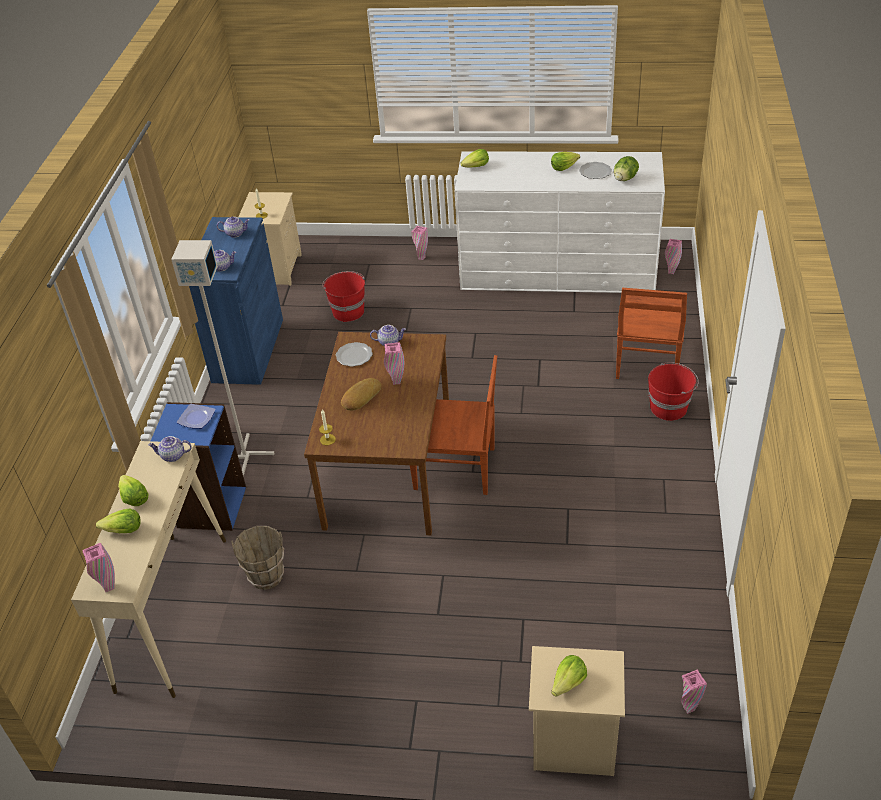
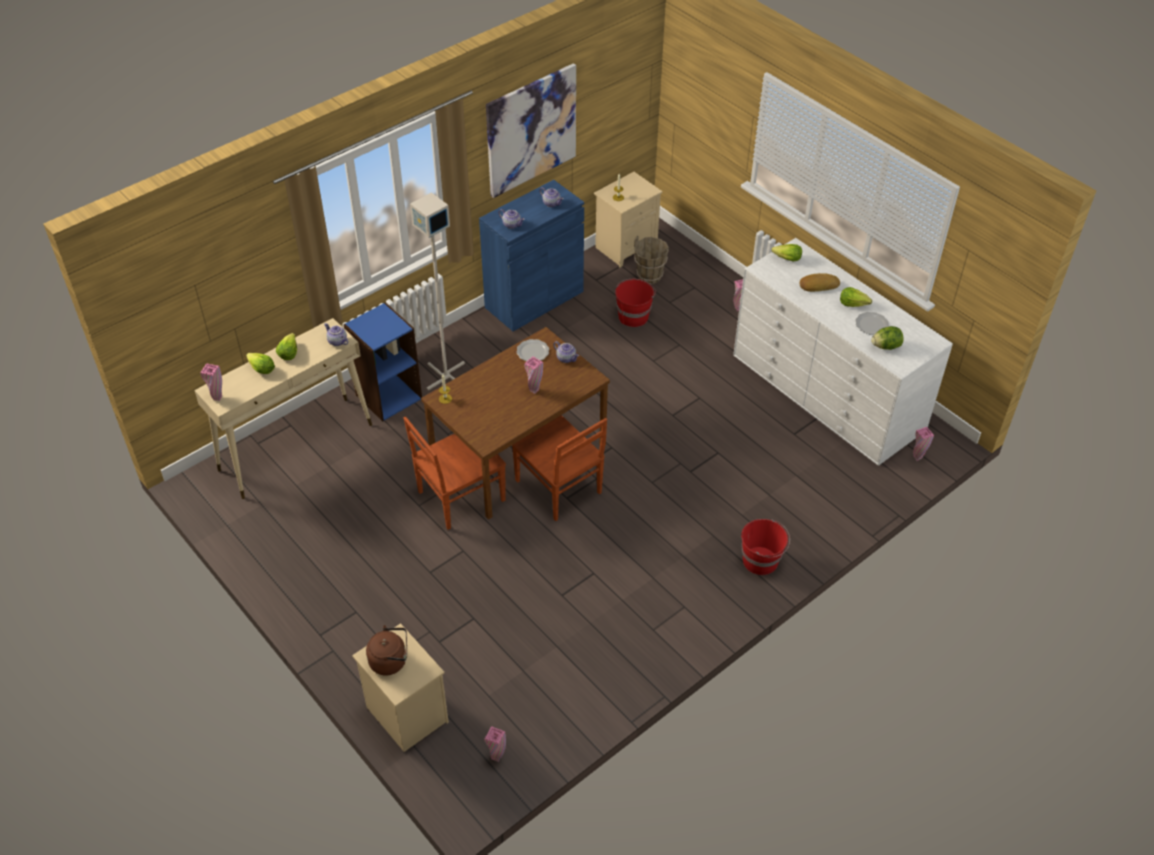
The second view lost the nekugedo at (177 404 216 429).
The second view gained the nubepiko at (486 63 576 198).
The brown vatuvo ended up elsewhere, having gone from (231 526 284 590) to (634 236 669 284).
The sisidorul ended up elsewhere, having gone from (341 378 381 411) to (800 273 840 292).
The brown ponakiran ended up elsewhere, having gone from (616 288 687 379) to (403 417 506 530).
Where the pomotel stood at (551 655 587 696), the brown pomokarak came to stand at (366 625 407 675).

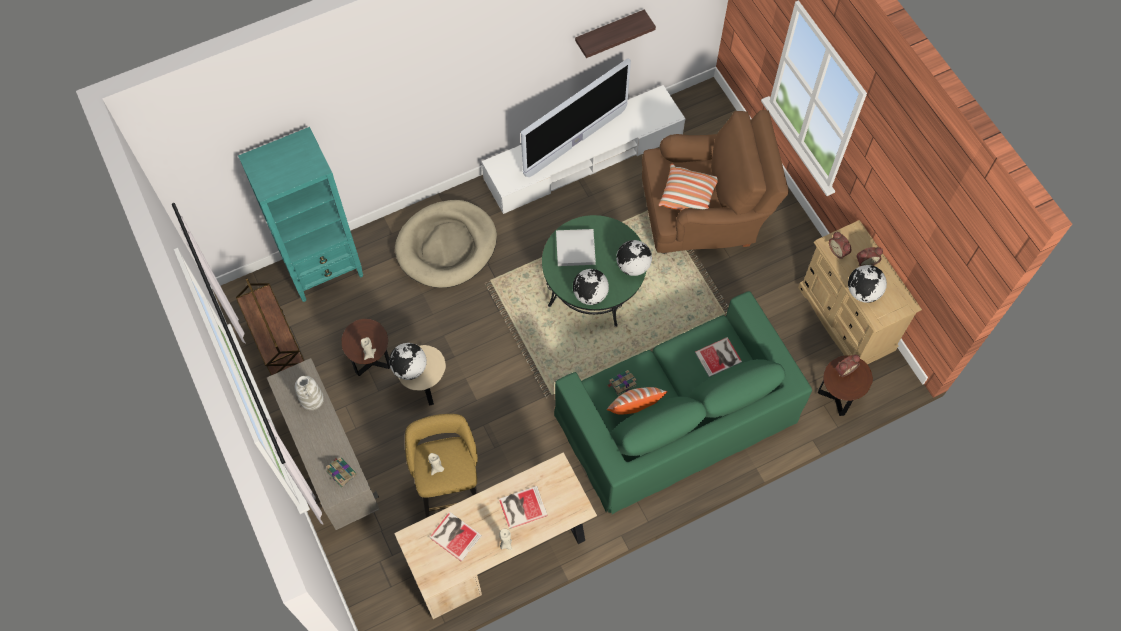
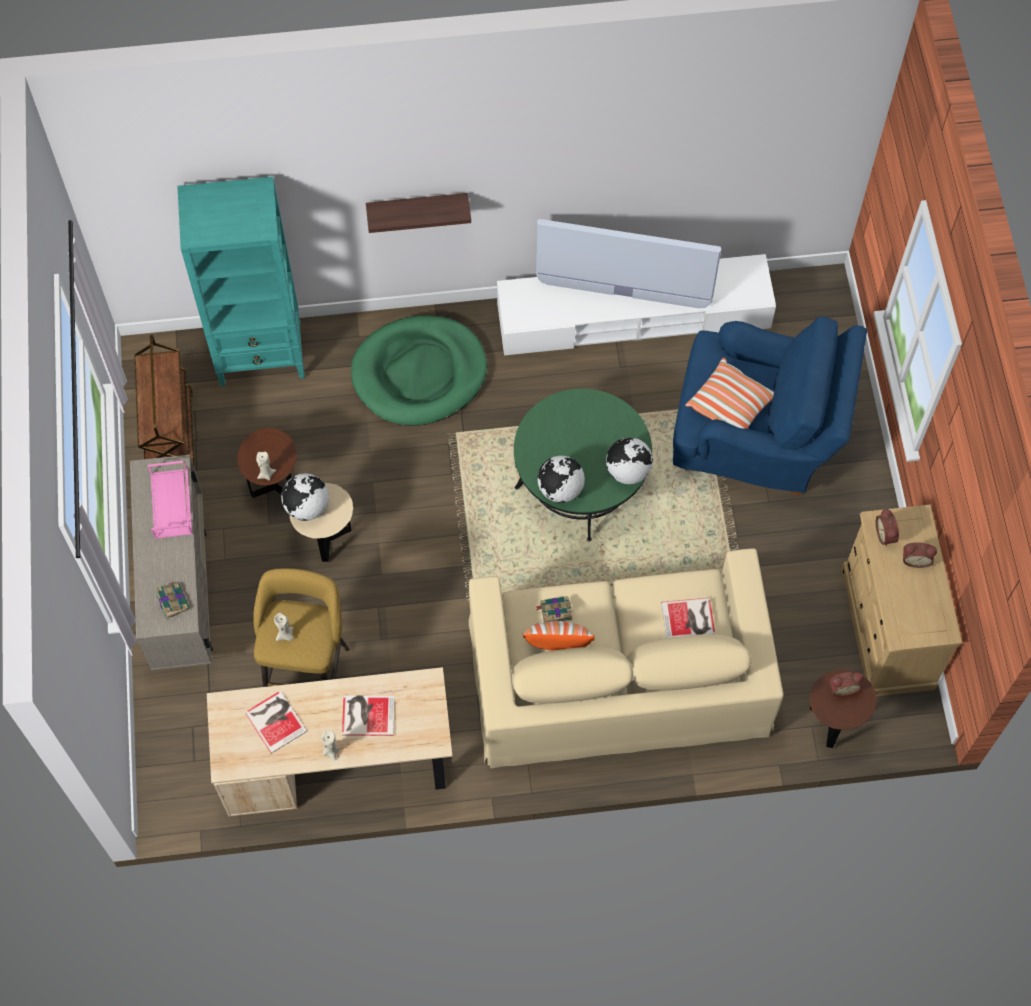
The second view lost the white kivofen at (556 229 596 266).
The second view lost the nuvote at (848 265 887 303).
The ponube ended up elsewhere, having gone from (575 10 656 58) to (366 193 471 233).
Where the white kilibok stood at (295 376 324 410), the pink kivofen came to stand at (147 460 192 539).
What was the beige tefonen at (395 200 497 288) turned into the green tefonen at (351 315 487 426).
What was the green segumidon at (554 291 812 514) turned into the beige segumidon at (469 548 784 768).
What was the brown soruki at (642 110 789 254) turned into the blue soruki at (673 316 867 495).
The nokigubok at (521 58 631 177) ended up facing another way, 150 degrees counterclockwise from before.

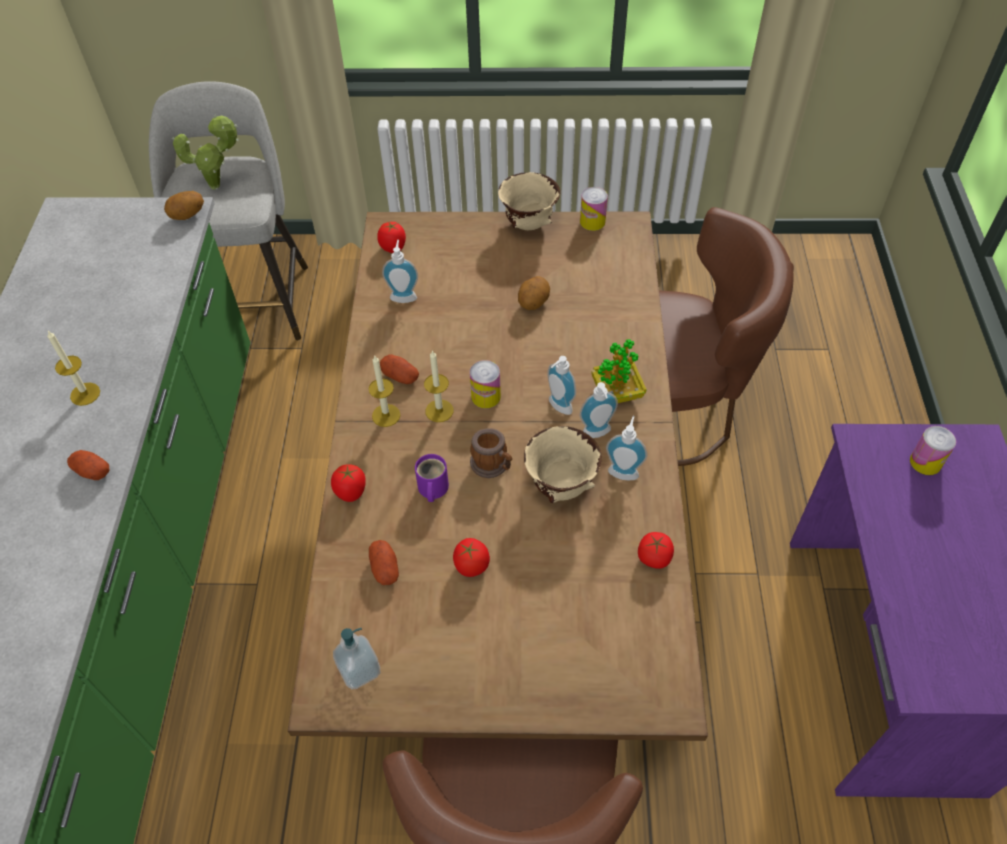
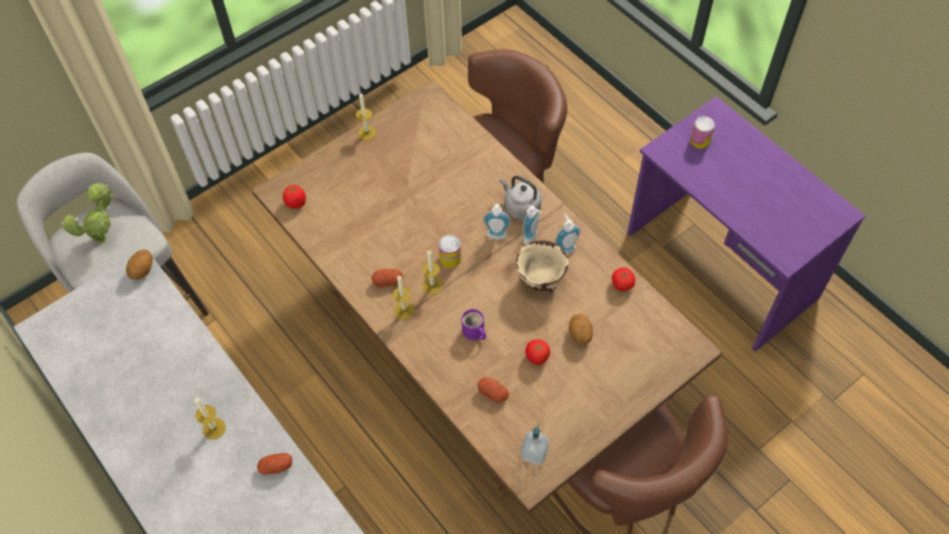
The second view lost the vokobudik at (331 464 366 502).
The second view lost the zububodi at (382 240 418 303).
The second view lost the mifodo at (470 428 512 478).
The second view lost the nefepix at (580 187 608 231).
The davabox ended up elsewhere, having gone from (518 276 550 310) to (569 314 593 345).
Where the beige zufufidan stood at (498 172 560 230), the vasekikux came to stand at (356 92 377 140).
Where the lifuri stood at (591 339 647 403), the grey pomokarak came to stand at (500 176 542 220).

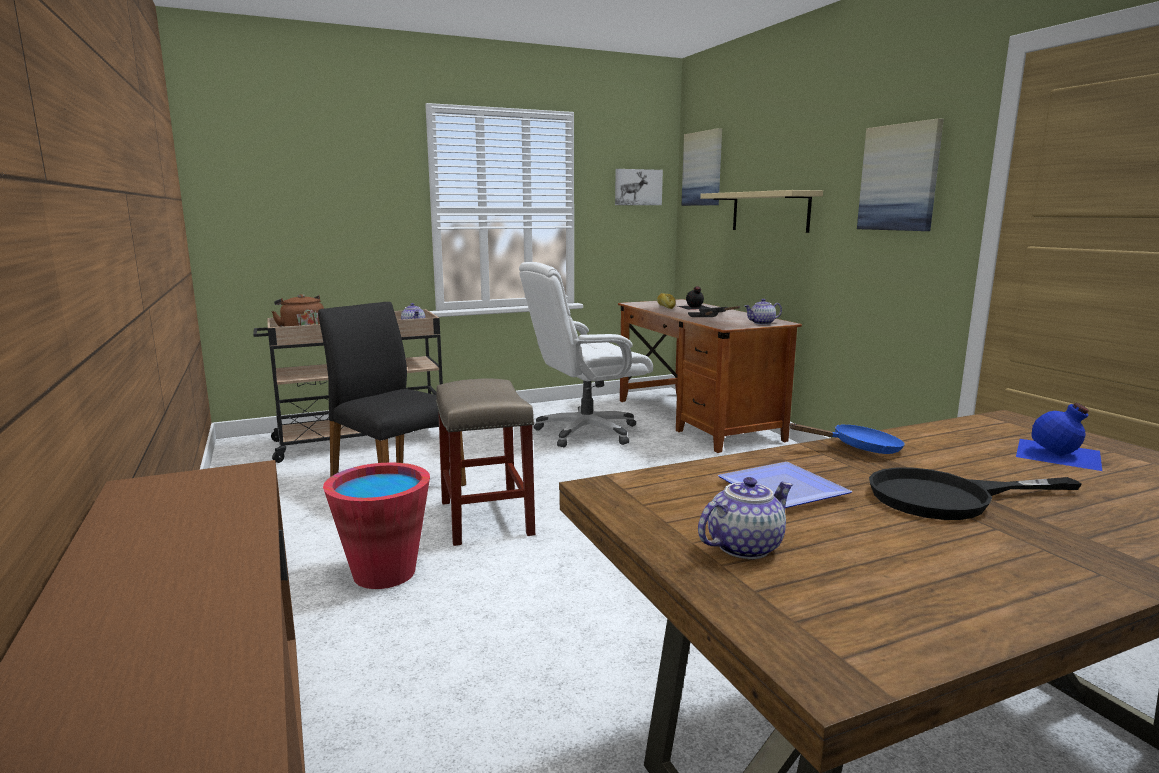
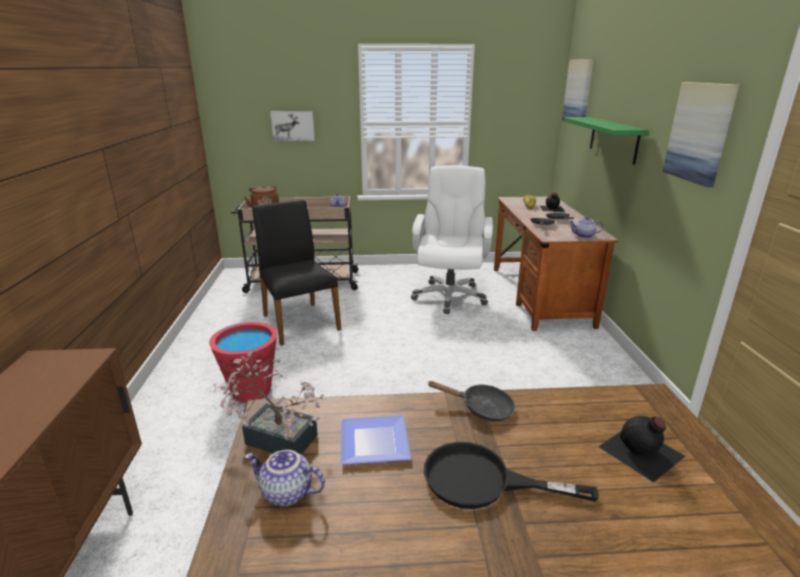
The second view lost the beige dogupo at (436 378 535 546).
The second view gained the lifuri at (213 349 328 455).
The nubepiko ended up elsewhere, having gone from (615 169 663 205) to (270 111 315 141).
What was the beige ponube at (700 190 823 233) turned into the green ponube at (564 117 649 165).
What was the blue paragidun at (789 423 905 454) turned into the black paragidun at (427 381 515 421).
What was the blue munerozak at (1016 403 1102 471) turned into the black munerozak at (598 416 685 483).
The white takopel at (519 262 653 447) ended up facing another way, 105 degrees clockwise from before.
The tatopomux at (698 477 793 559) ended up facing another way, 150 degrees counterclockwise from before.

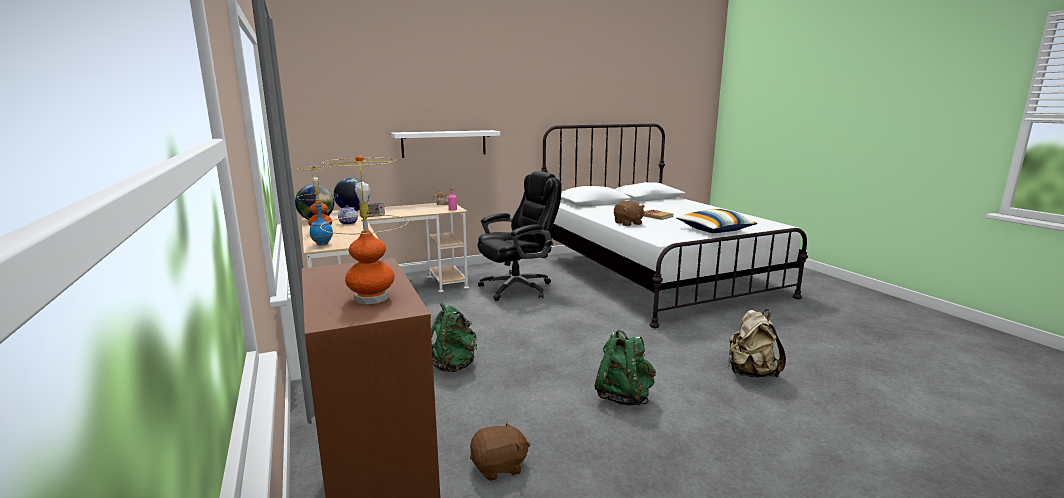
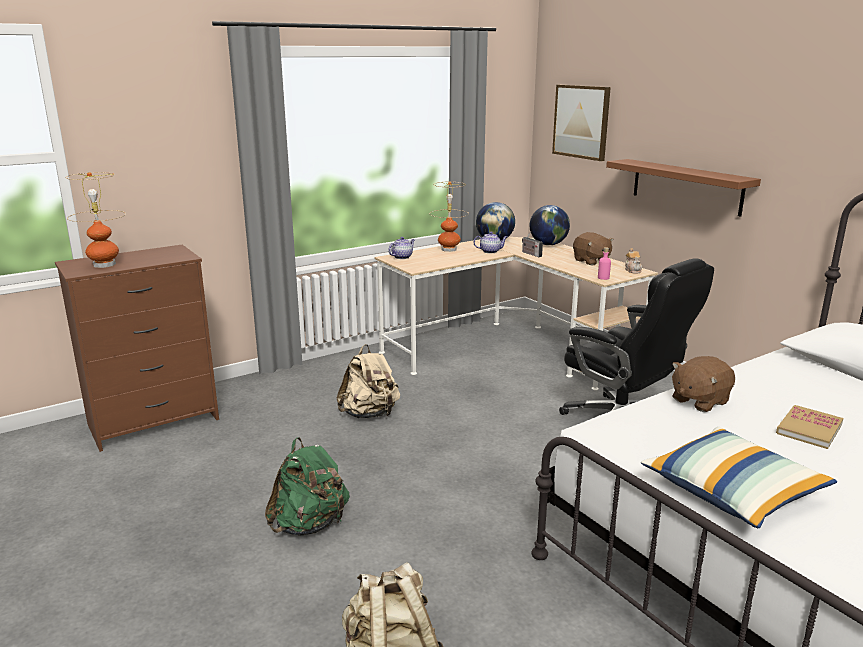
The second view gained the nubepiko at (552 85 611 161).
The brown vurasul ended up elsewhere, having gone from (470 421 530 481) to (573 232 614 266).
Where the blue munerozak stood at (310 201 333 246), the tatopomux came to stand at (388 237 415 259).
What was the white ponube at (391 130 500 158) turned into the brown ponube at (606 159 761 217).
What was the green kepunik at (431 303 477 372) turned into the beige kepunik at (337 344 400 418).

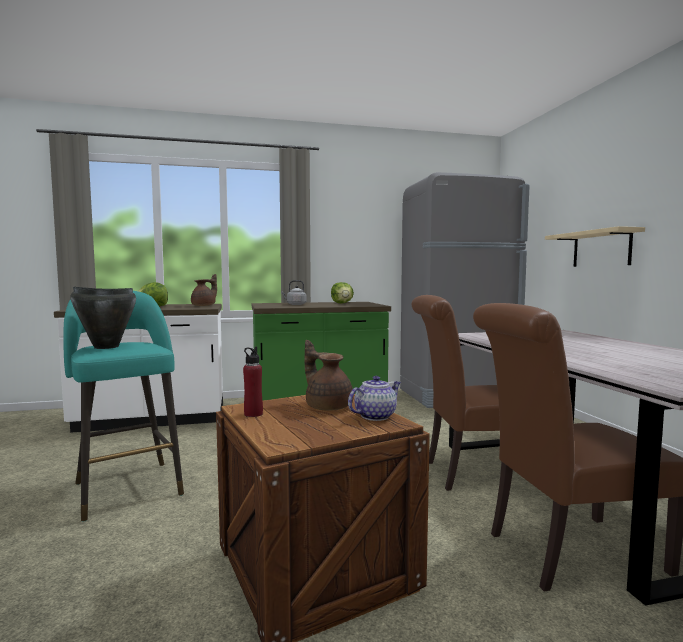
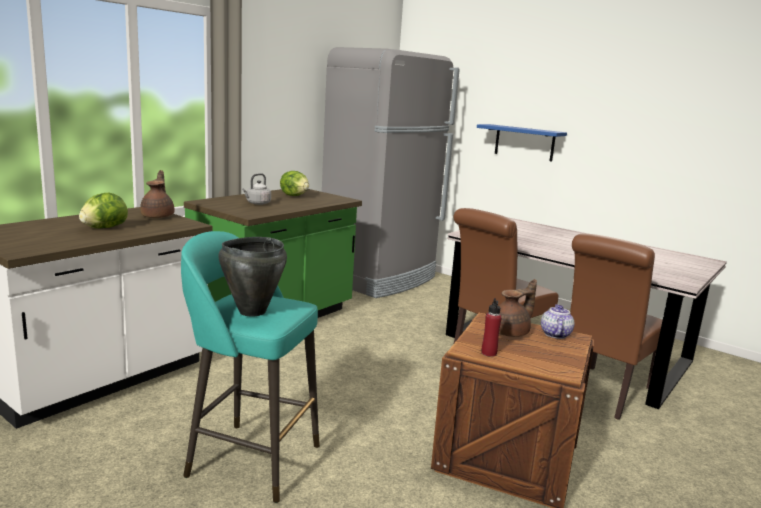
What was the beige ponube at (545 226 645 267) turned into the blue ponube at (477 124 567 161).
The brown tatopomux at (304 340 353 411) ended up facing another way, 135 degrees clockwise from before.

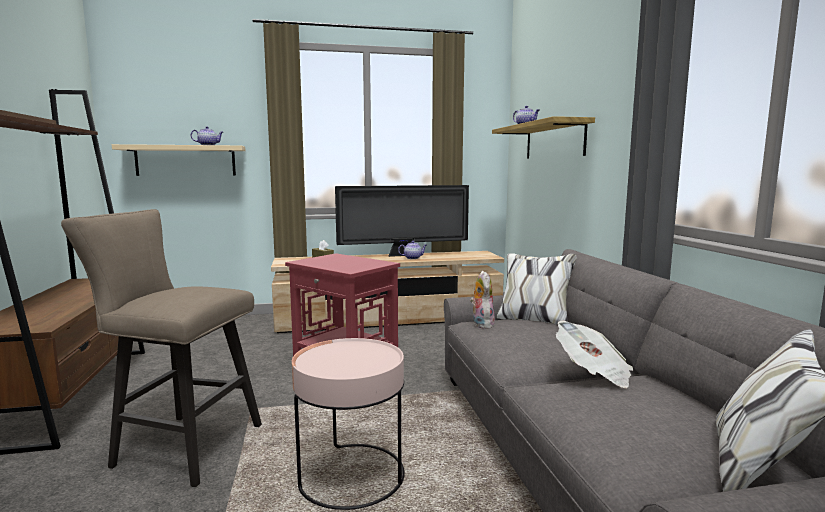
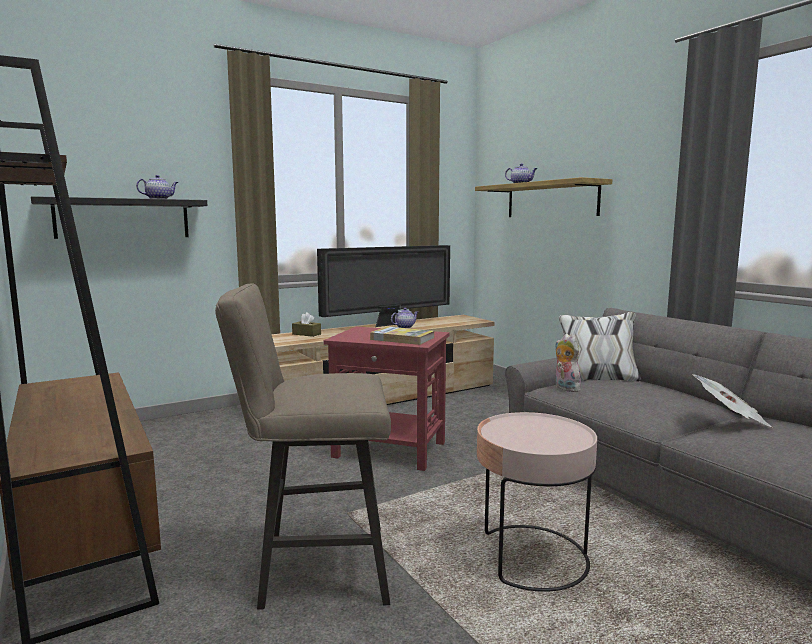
The second view gained the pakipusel at (370 327 434 345).
What was the beige ponube at (112 144 245 176) turned into the black ponube at (31 196 207 239).

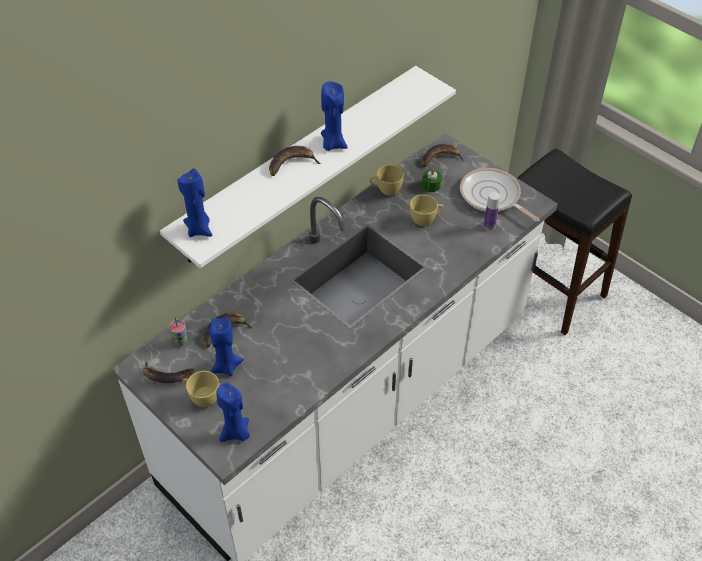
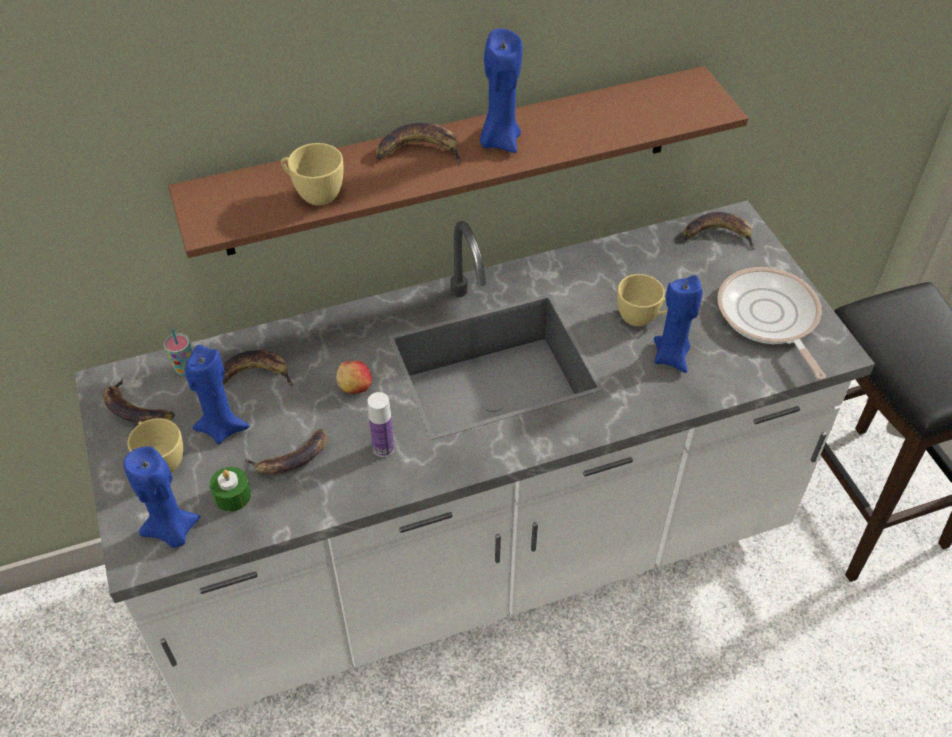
The second view gained the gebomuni at (244 428 327 474).
The second view gained the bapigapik at (336 361 372 394).
The blue vasekikux ended up elsewhere, having gone from (178 168 212 237) to (654 275 702 373).
The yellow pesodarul ended up elsewhere, having gone from (369 165 404 196) to (281 143 343 206).
The green vasekikux ended up elsewhere, having gone from (422 169 442 192) to (210 467 251 512).
The munerozak ended up elsewhere, having gone from (484 192 500 230) to (367 392 394 457).
What was the white ponube at (160 66 456 268) turned into the brown ponube at (168 66 748 258).

